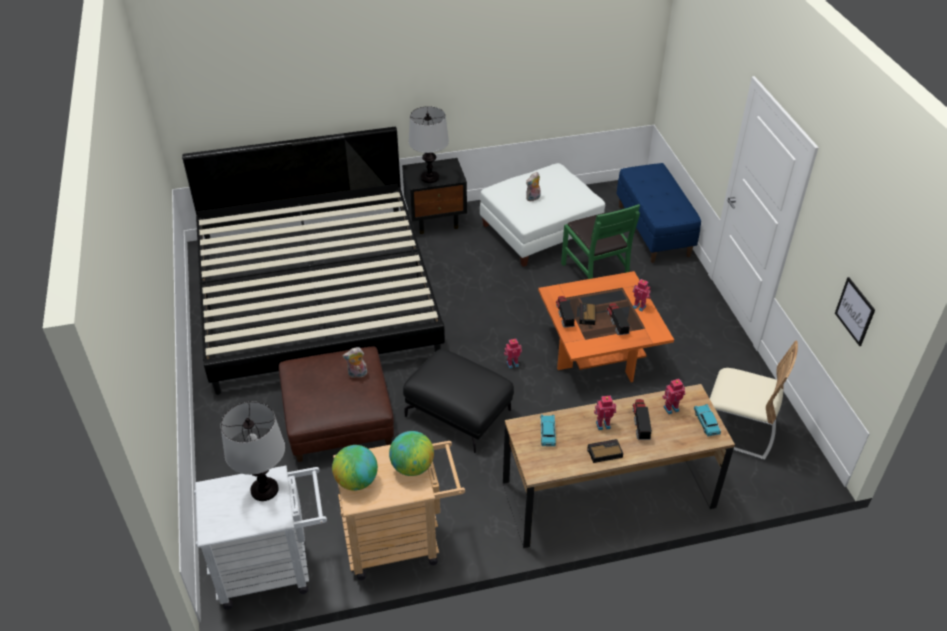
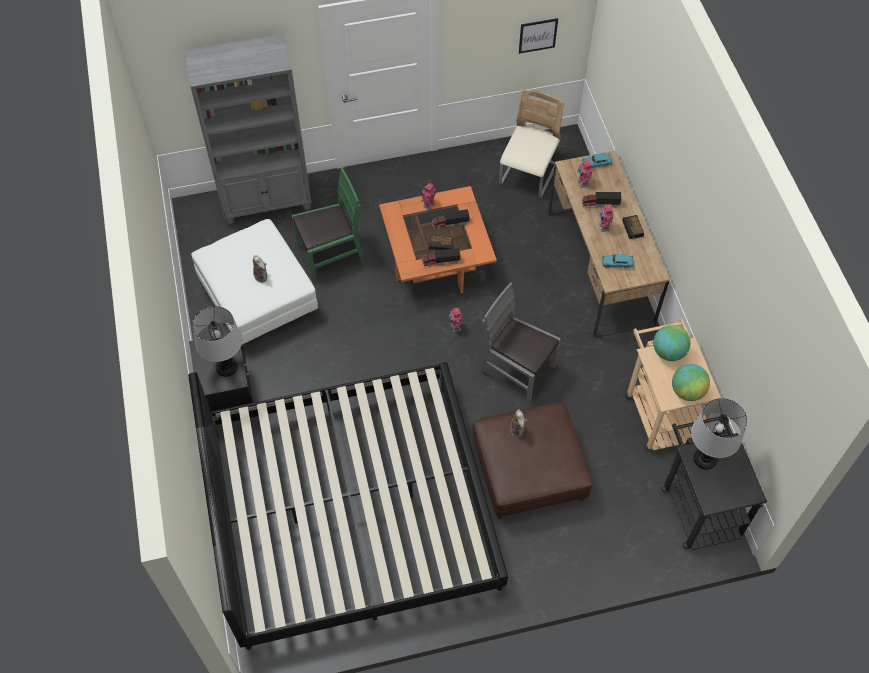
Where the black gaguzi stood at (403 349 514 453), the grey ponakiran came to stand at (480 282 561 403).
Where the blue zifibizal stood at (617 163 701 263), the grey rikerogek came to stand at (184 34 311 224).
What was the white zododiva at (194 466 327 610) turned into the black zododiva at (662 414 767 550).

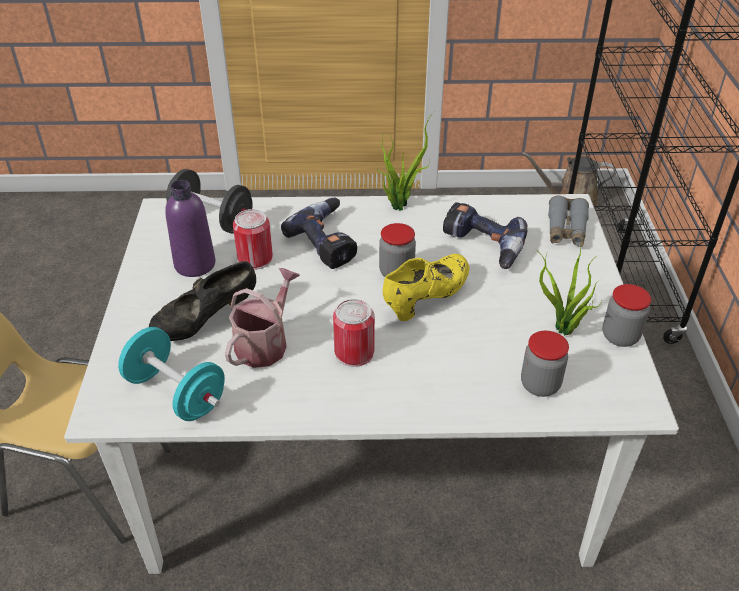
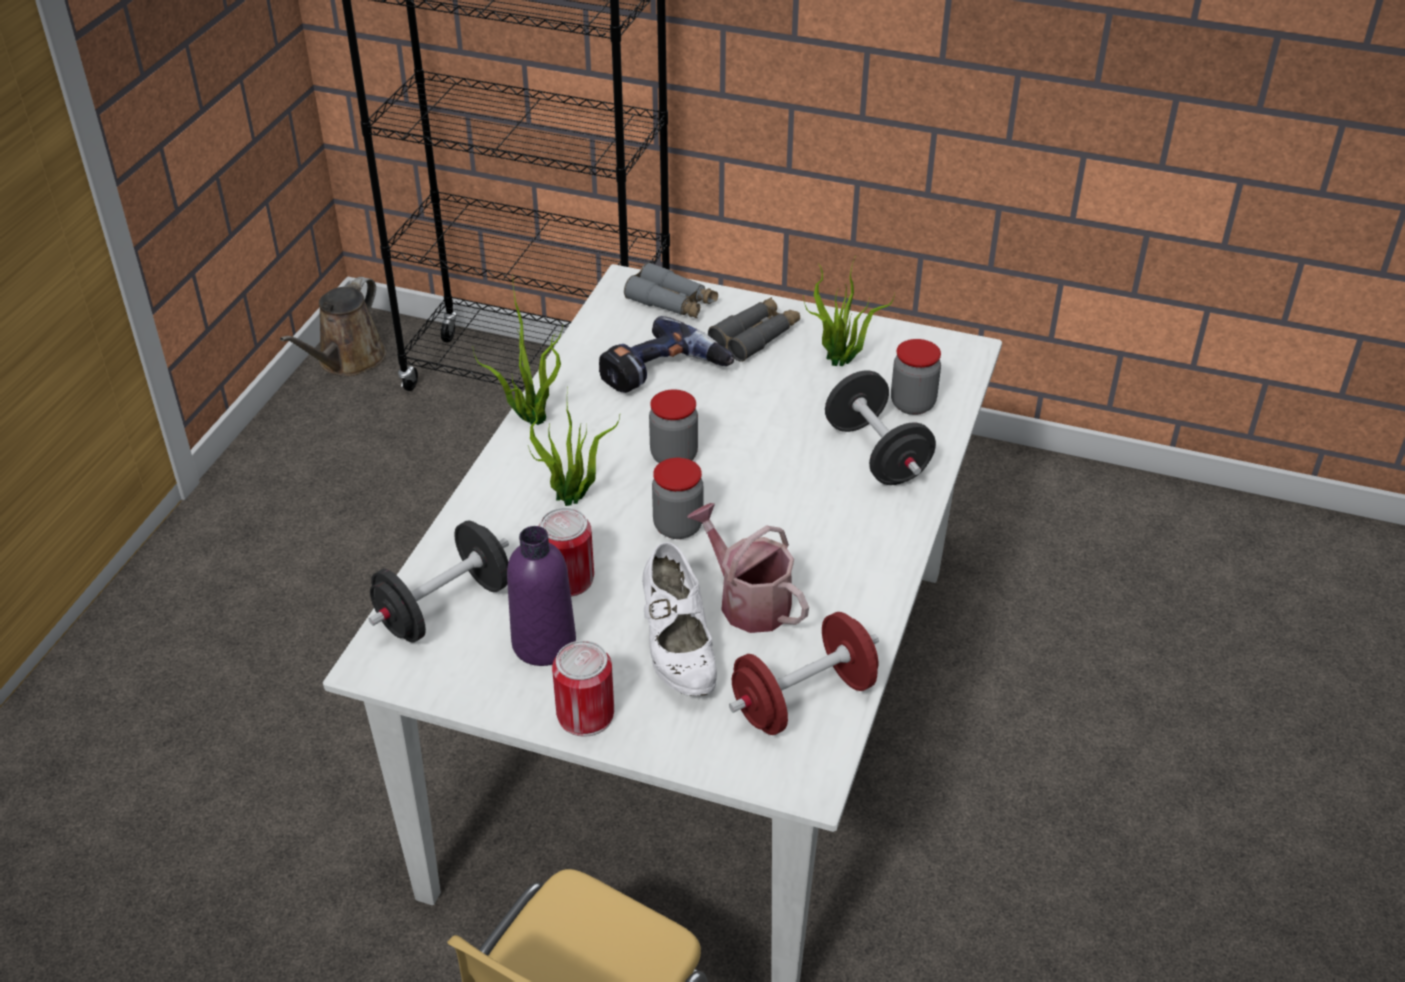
The second view lost the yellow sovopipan at (383 254 470 321).
The second view gained the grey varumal at (708 297 800 362).
The second view gained the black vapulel at (825 370 936 485).
The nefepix ended up elsewhere, having gone from (333 299 375 367) to (552 640 614 737).
The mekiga ended up elsewhere, having gone from (603 284 651 347) to (652 458 703 539).
Where the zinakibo stood at (281 198 357 269), the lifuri came to stand at (528 388 620 506).
What was the turquoise vapulel at (118 327 225 421) turned into the red vapulel at (729 612 879 735).
What was the black sovopipan at (149 261 256 341) turned into the white sovopipan at (642 542 717 696).

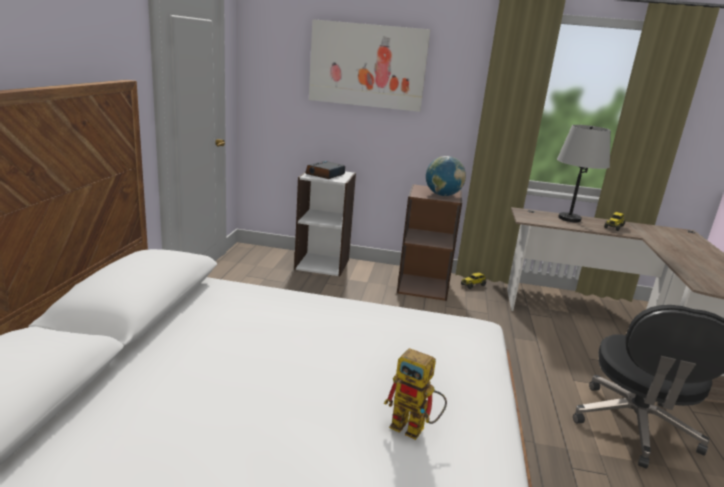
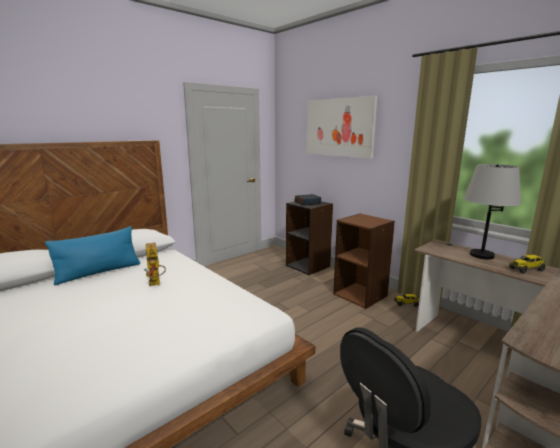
The second view lost the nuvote at (426 156 466 196).
The second view gained the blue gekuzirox at (45 226 140 285).
The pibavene ended up elsewhere, having gone from (384 348 447 440) to (144 242 166 286).
What was the white rikerogek at (294 171 356 276) turned into the black rikerogek at (286 201 333 275).

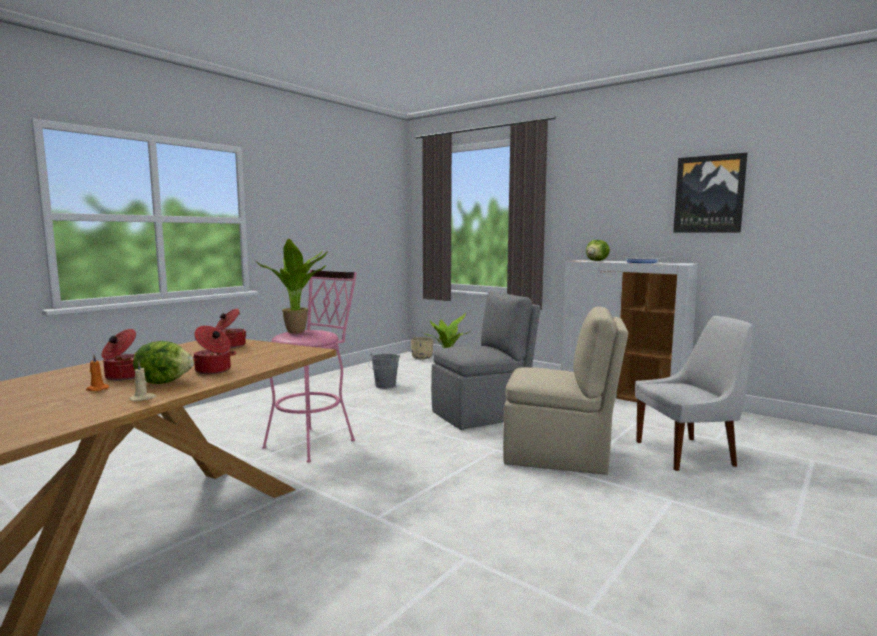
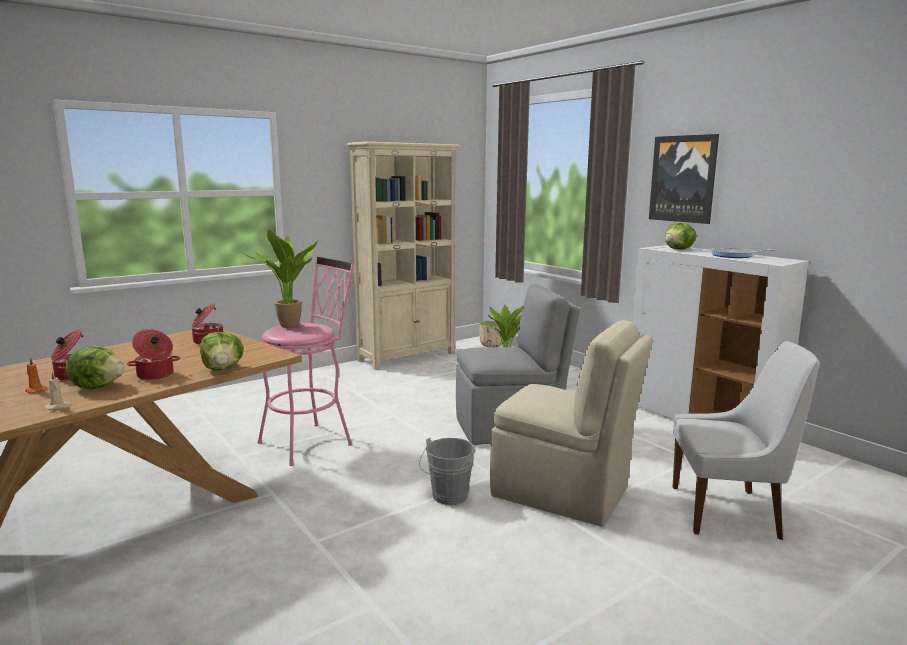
The second view gained the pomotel at (200 332 244 370).
The second view gained the beige rikerogek at (347 141 460 370).
The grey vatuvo ended up elsewhere, having gone from (369 353 400 389) to (419 437 476 505).
The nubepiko ended up elsewhere, having gone from (673 153 747 232) to (649 134 719 224).

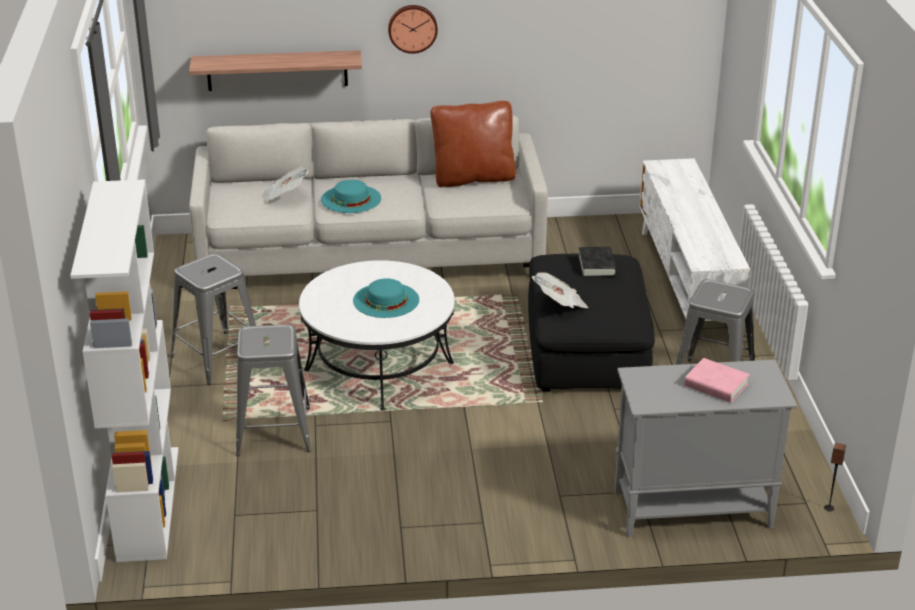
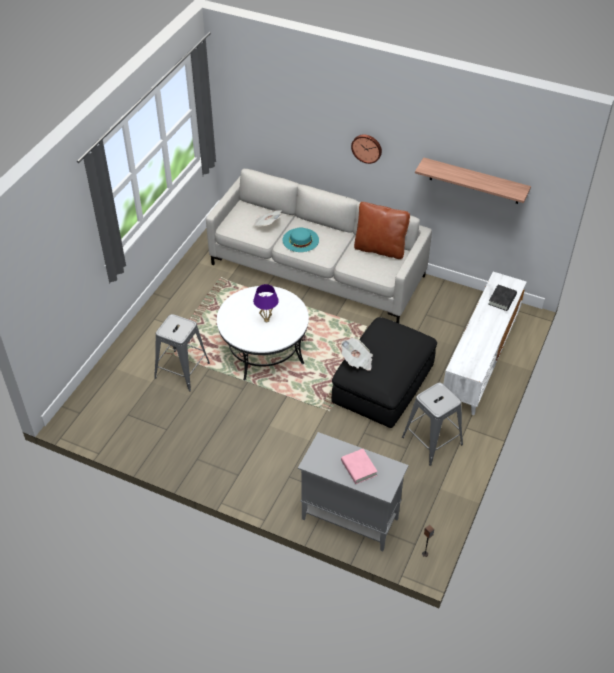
The second view lost the white rikerogek at (70 179 178 562).
The second view lost the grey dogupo at (170 253 256 385).
The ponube ended up elsewhere, having gone from (189 50 362 91) to (415 157 531 204).
The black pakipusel ended up elsewhere, having gone from (578 247 617 277) to (488 285 517 311).
Where the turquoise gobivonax stood at (353 279 419 318), the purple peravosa came to stand at (253 284 279 322).

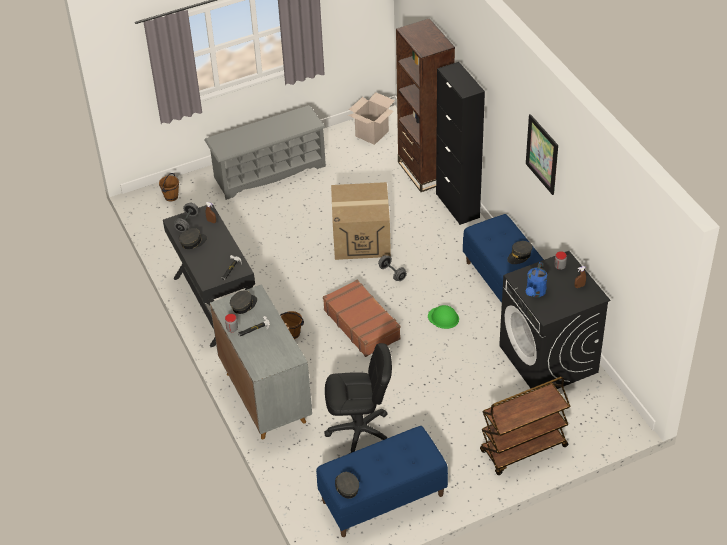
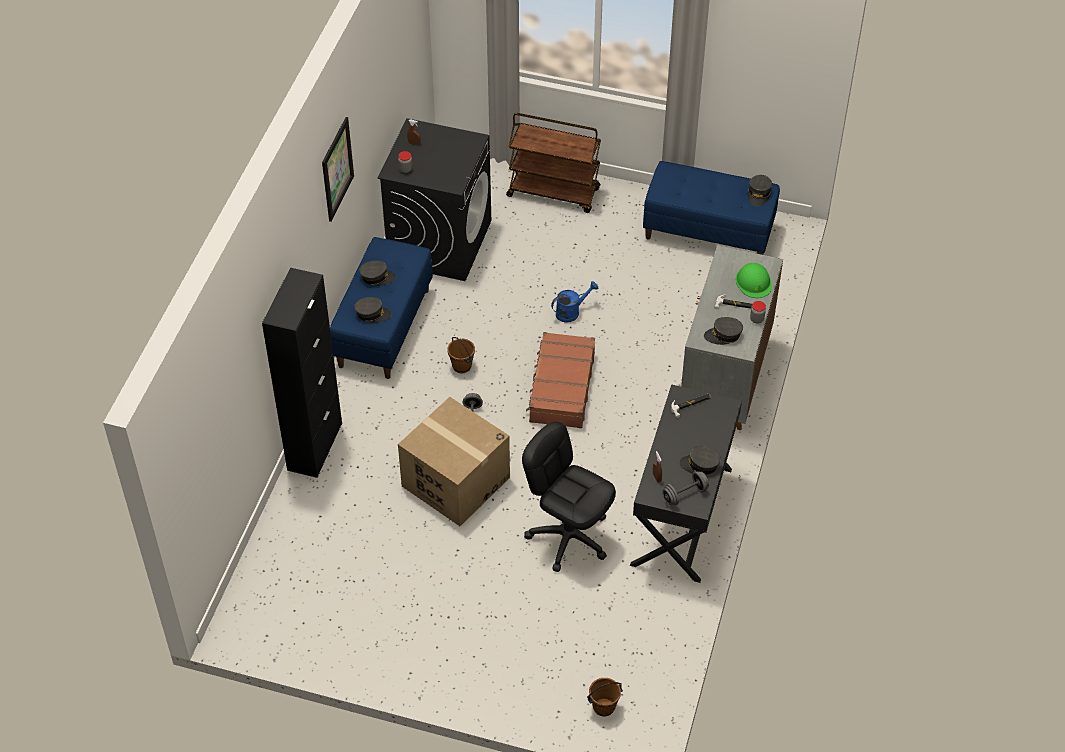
The second view lost the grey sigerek at (204 105 326 200).
The second view lost the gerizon at (348 92 395 145).
The second view lost the brown rikerogek at (396 18 455 192).
The second view gained the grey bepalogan at (354 297 392 323).
The brown vatuvo ended up elsewhere, having gone from (280 311 304 339) to (447 337 475 373).
The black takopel ended up elsewhere, having gone from (324 343 392 453) to (522 421 616 572).
The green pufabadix ended up elsewhere, having gone from (428 305 459 329) to (736 263 772 298).
The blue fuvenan ended up elsewhere, having gone from (526 262 547 297) to (551 281 598 323).

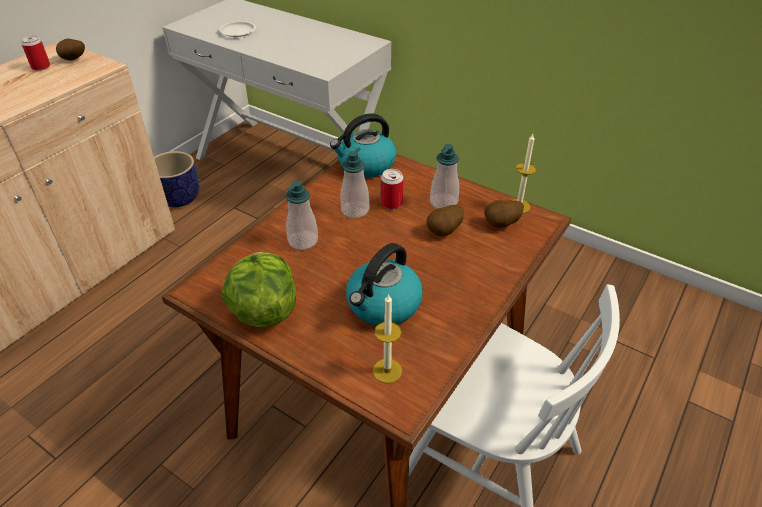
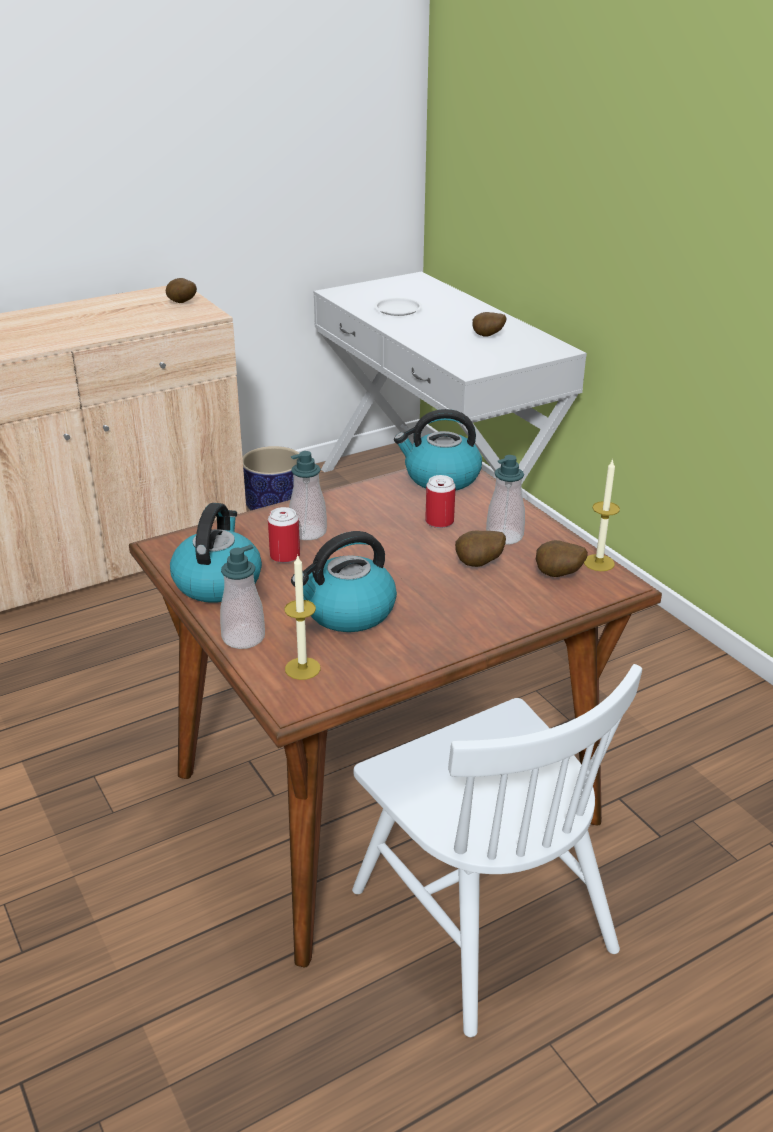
The second view gained the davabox at (472 312 507 337).
The nefepix ended up elsewhere, having gone from (21 35 50 71) to (268 507 300 563).
The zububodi ended up elsewhere, having gone from (340 147 369 218) to (220 544 265 649).
Where the pomotel stood at (222 252 296 327), the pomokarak came to stand at (170 503 262 603).

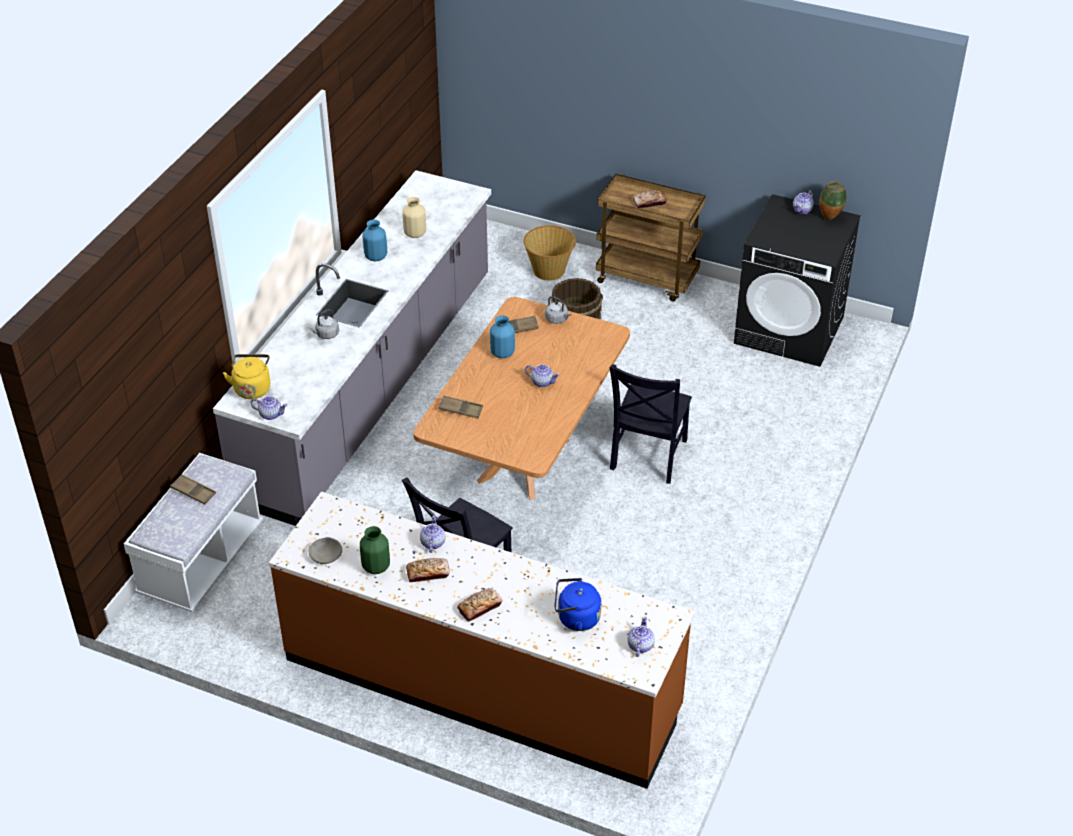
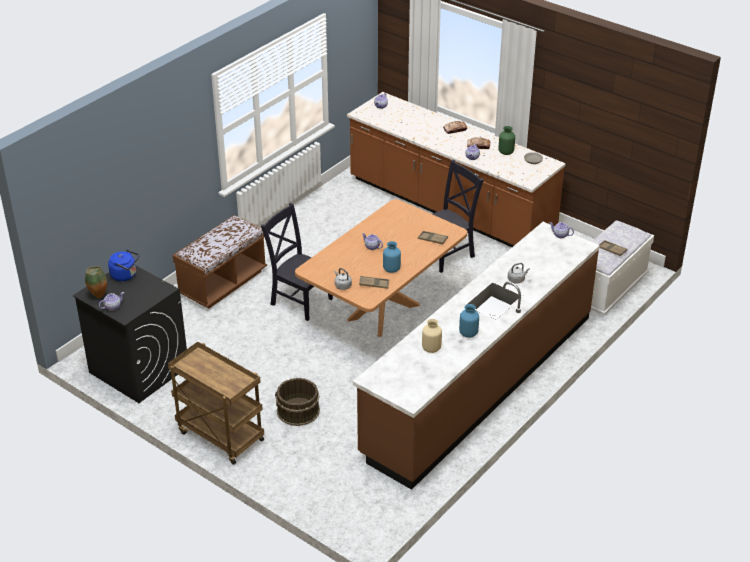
The second view lost the yellow pomokarak at (223 354 270 399).
The second view lost the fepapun at (523 225 576 281).
The second view lost the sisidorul at (633 190 667 208).
The second view gained the brown zifibizal at (173 215 267 308).
The blue pomokarak ended up elsewhere, having gone from (555 578 602 631) to (108 250 140 281).
What was the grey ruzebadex at (213 170 491 526) turned into the brown ruzebadex at (353 222 600 490).
The black ponakiran at (610 364 692 484) ended up facing another way, 90 degrees counterclockwise from before.

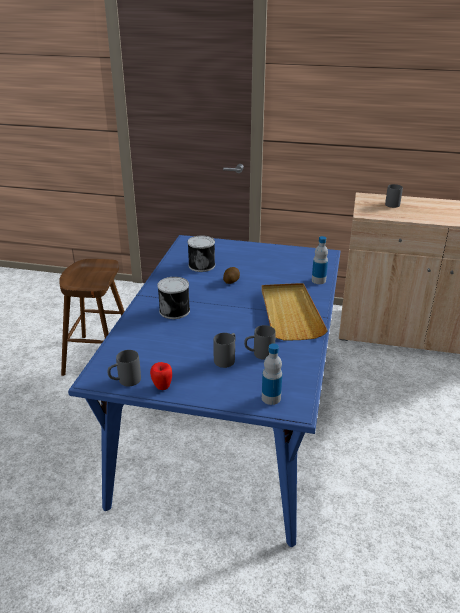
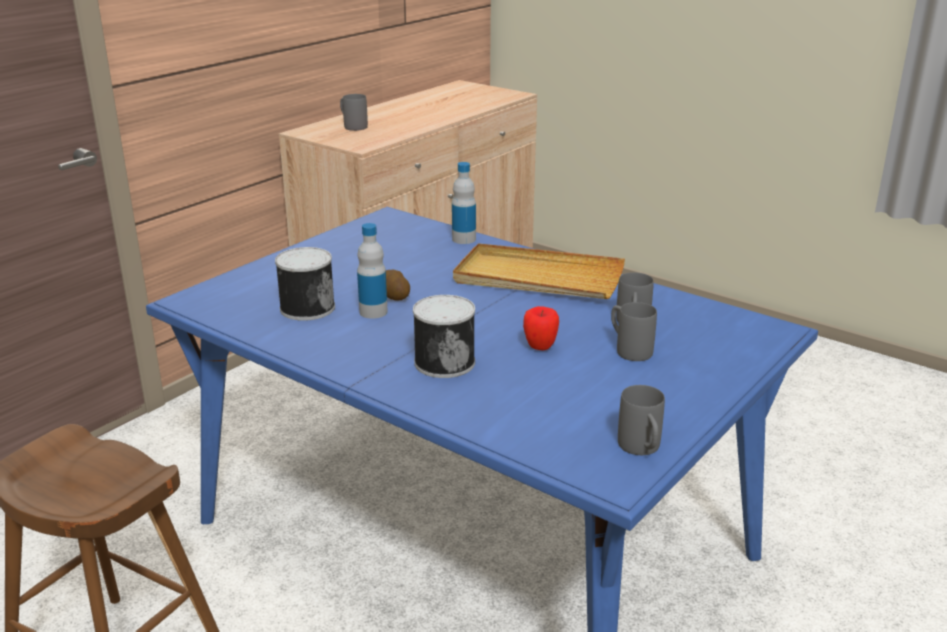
The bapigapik ended up elsewhere, having gone from (150 362 172 390) to (523 306 559 350).
The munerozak ended up elsewhere, having gone from (262 343 282 405) to (357 223 388 319).

